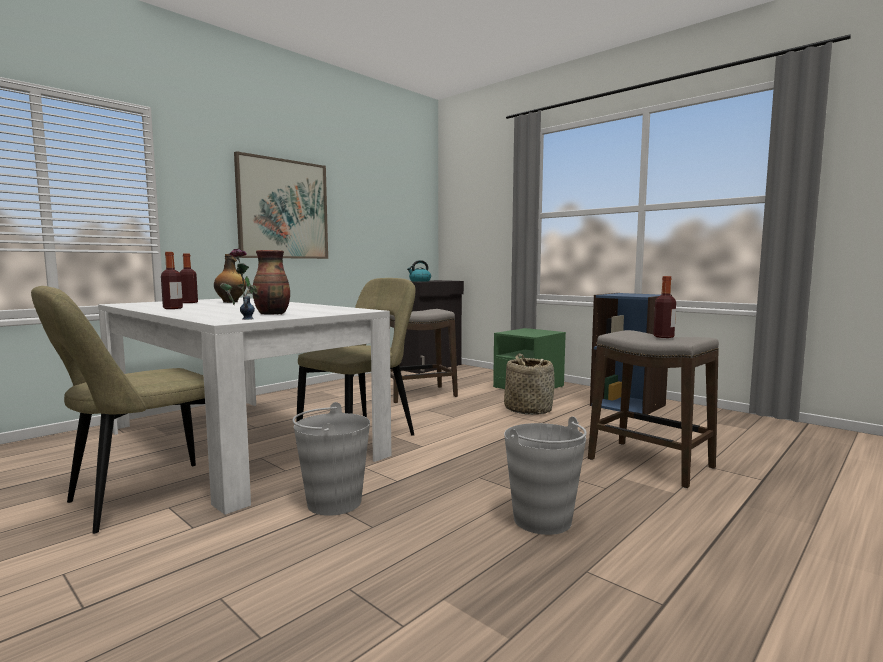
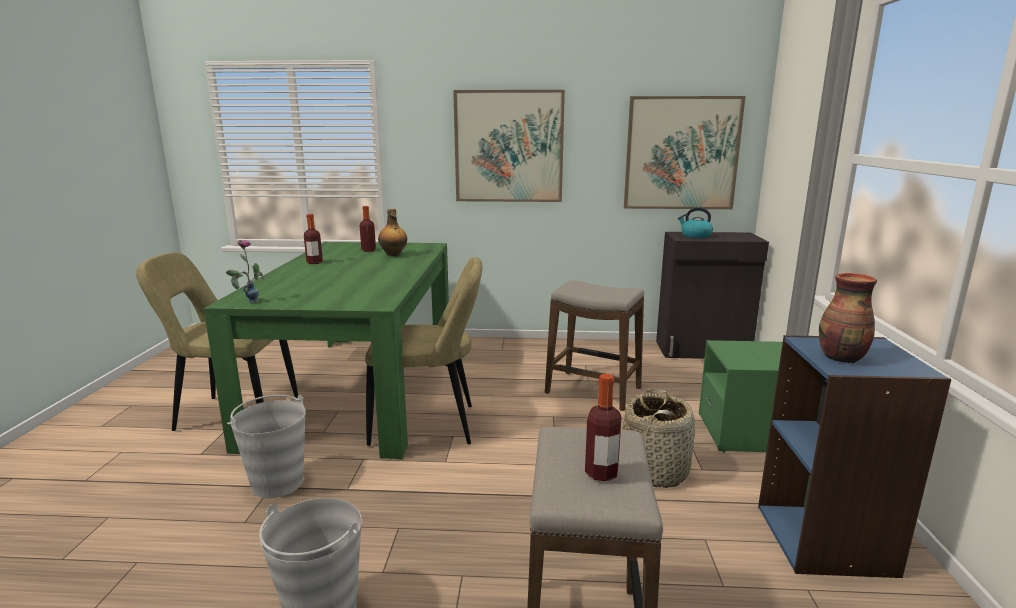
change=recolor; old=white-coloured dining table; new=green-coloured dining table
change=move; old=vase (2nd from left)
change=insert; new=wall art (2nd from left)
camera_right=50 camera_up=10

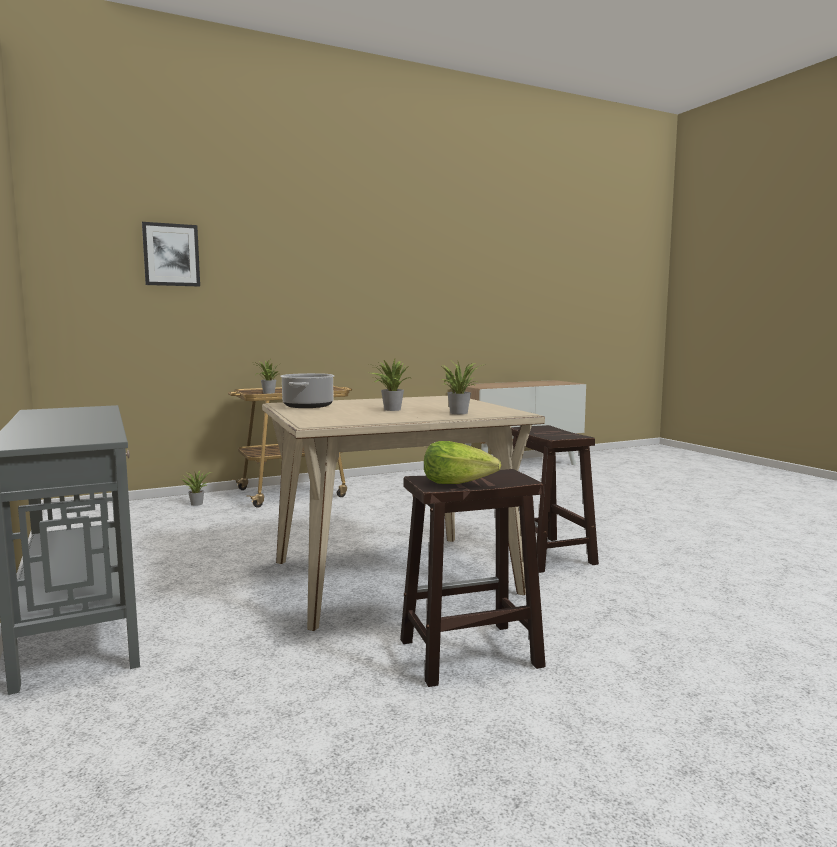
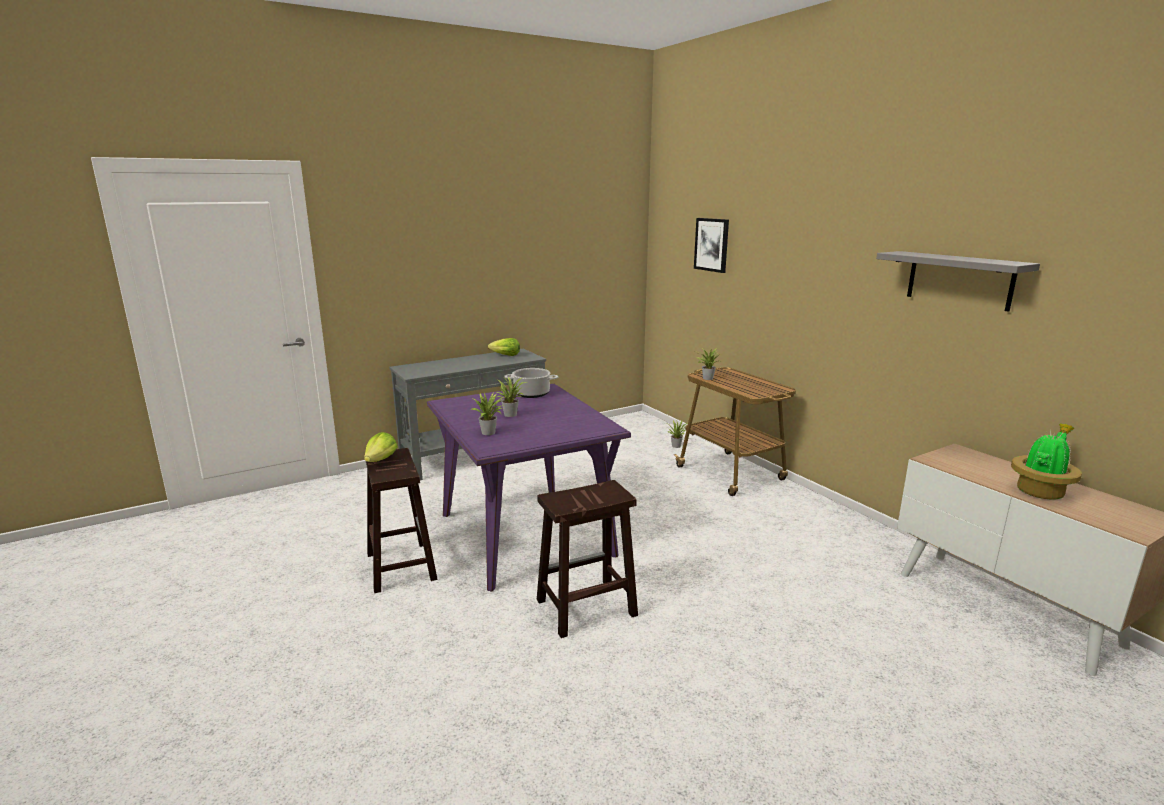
change=recolor; old=sand-coloured dining table; new=purple-coloured dining table
change=insert; new=head of lettuce (2nd from left)
change=insert; new=greyish bracket shelf
change=insert; new=plant in a pot (5th from left)
camera_right=85 camera_up=10

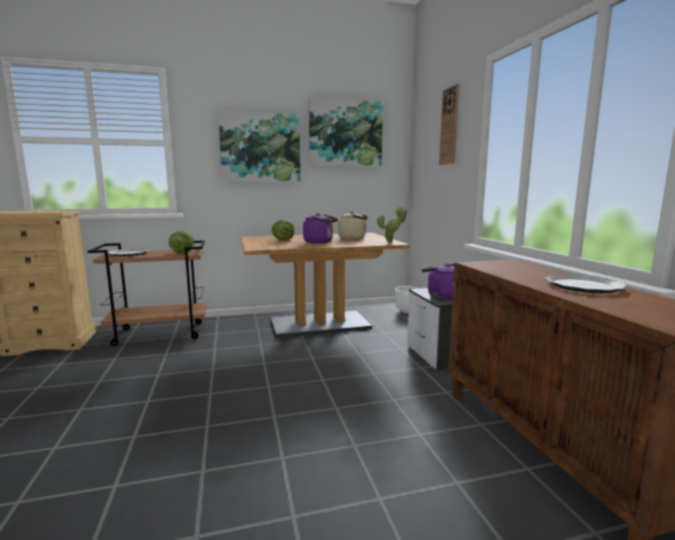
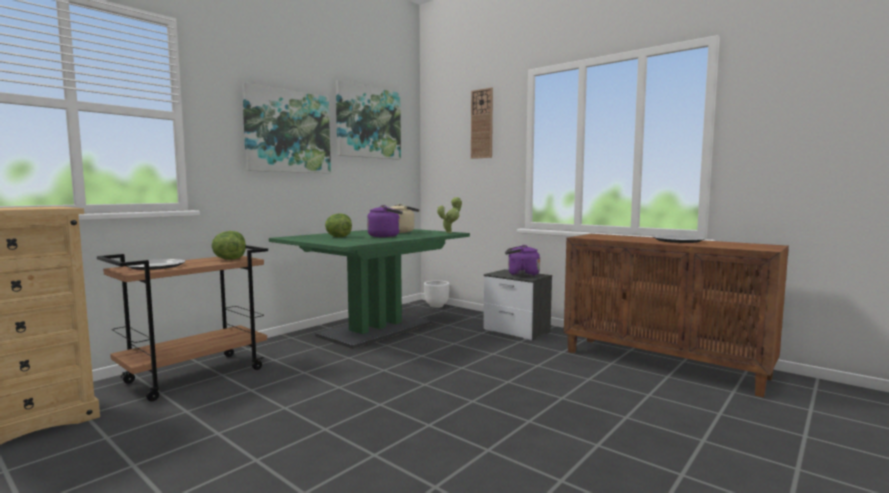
change=recolor; old=brown-coloured dining table; new=green-coloured dining table
camera_right=-35 camera_up=-5

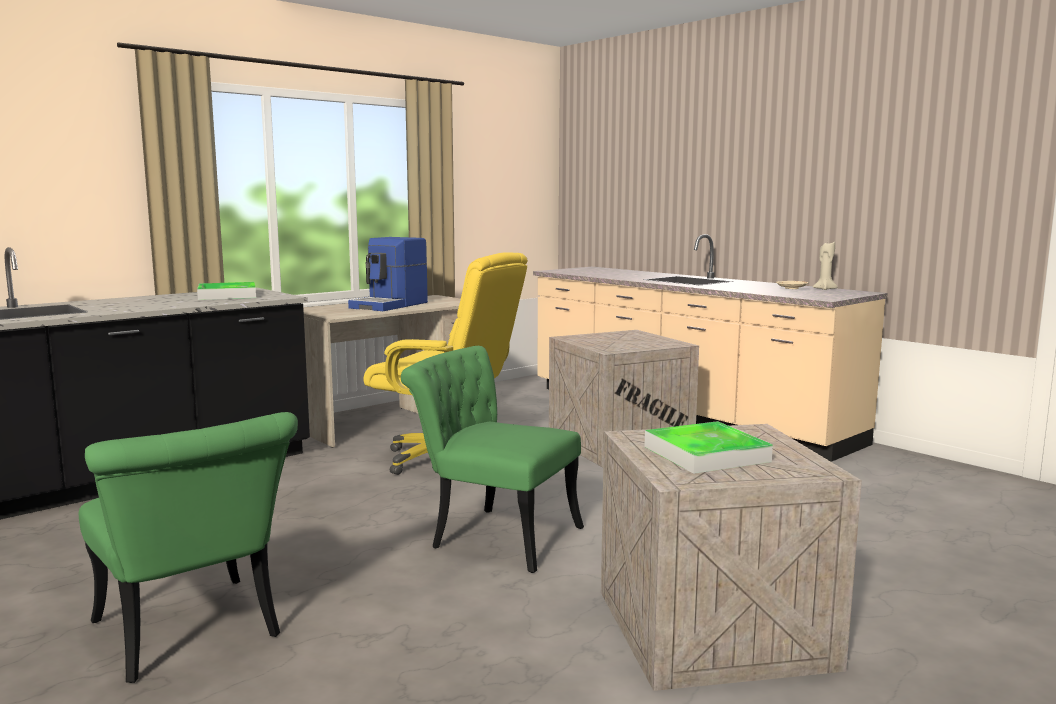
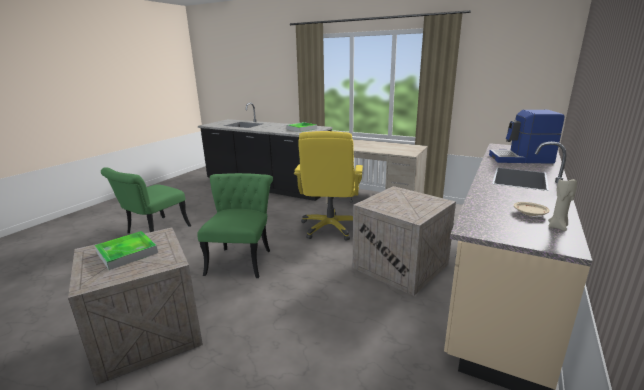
change=move; old=coffee maker
camera_right=70 camera_up=10

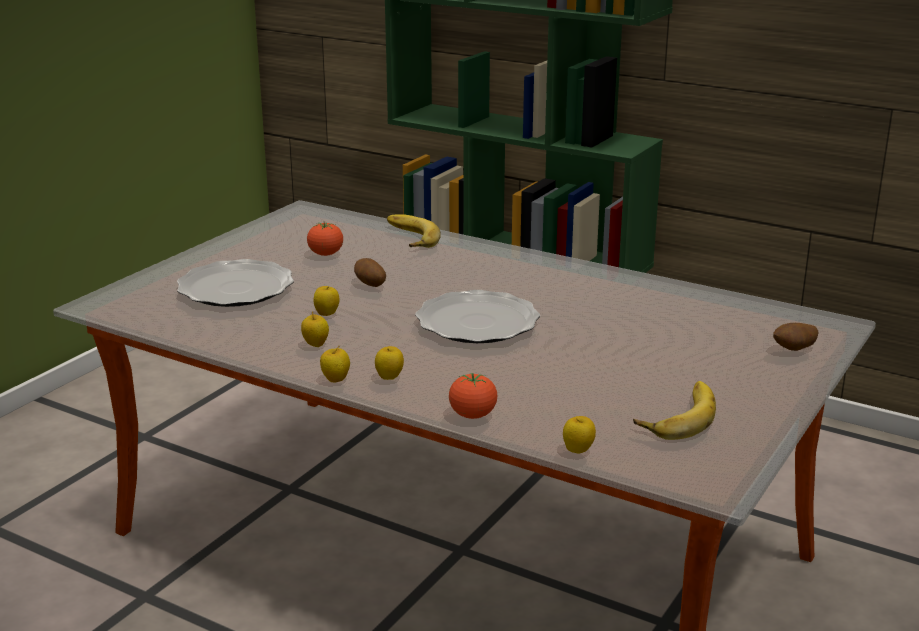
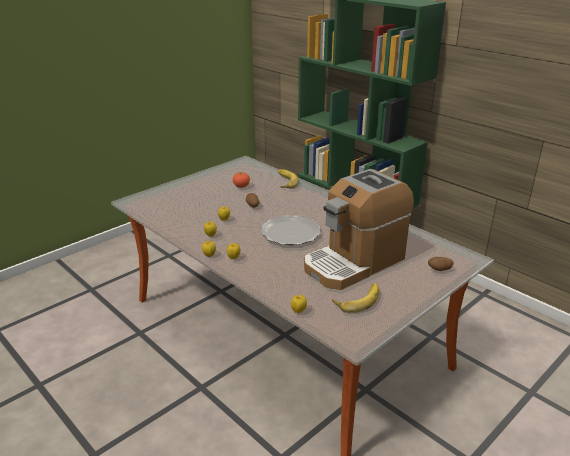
change=delete; old=plate (1st from left)
change=delete; old=whole tomato (2nd from left)
change=insert; new=coffee maker
camera_right=15 camera_up=5

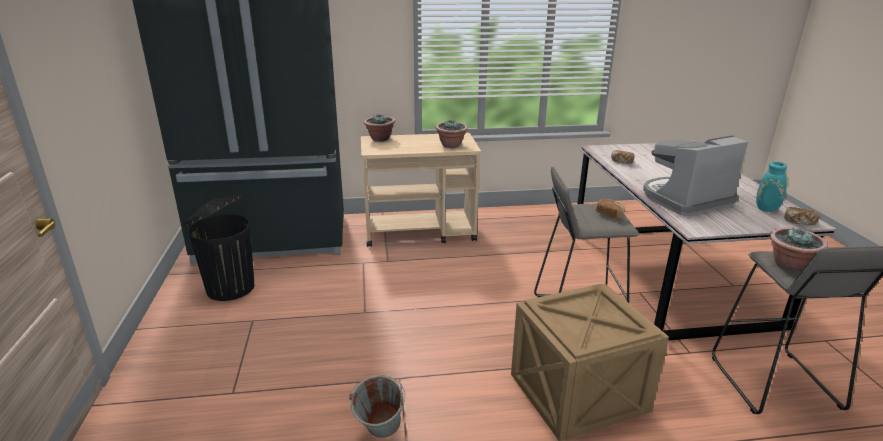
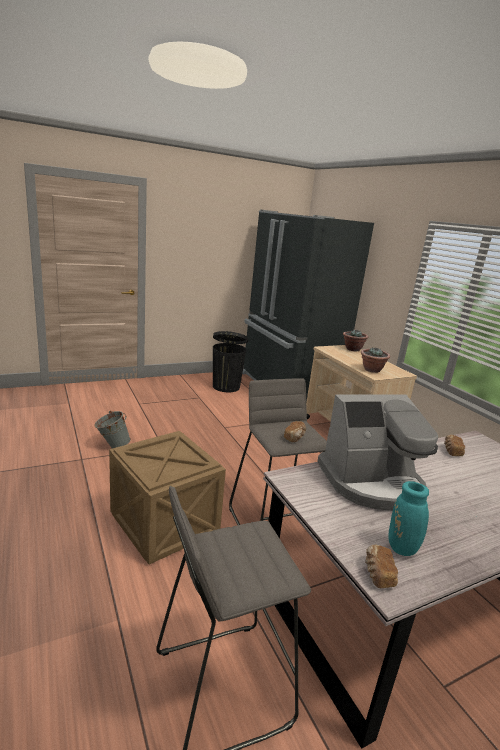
change=rotate; old=coffee maker; degrees=120
change=delete; old=plant in a pot (3rd from left)
camera_right=70 camera_up=-5

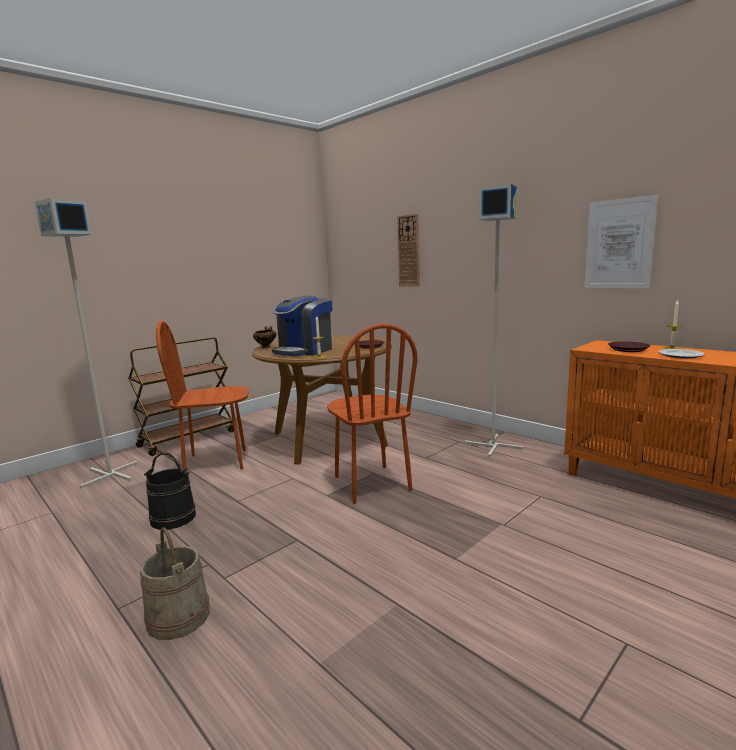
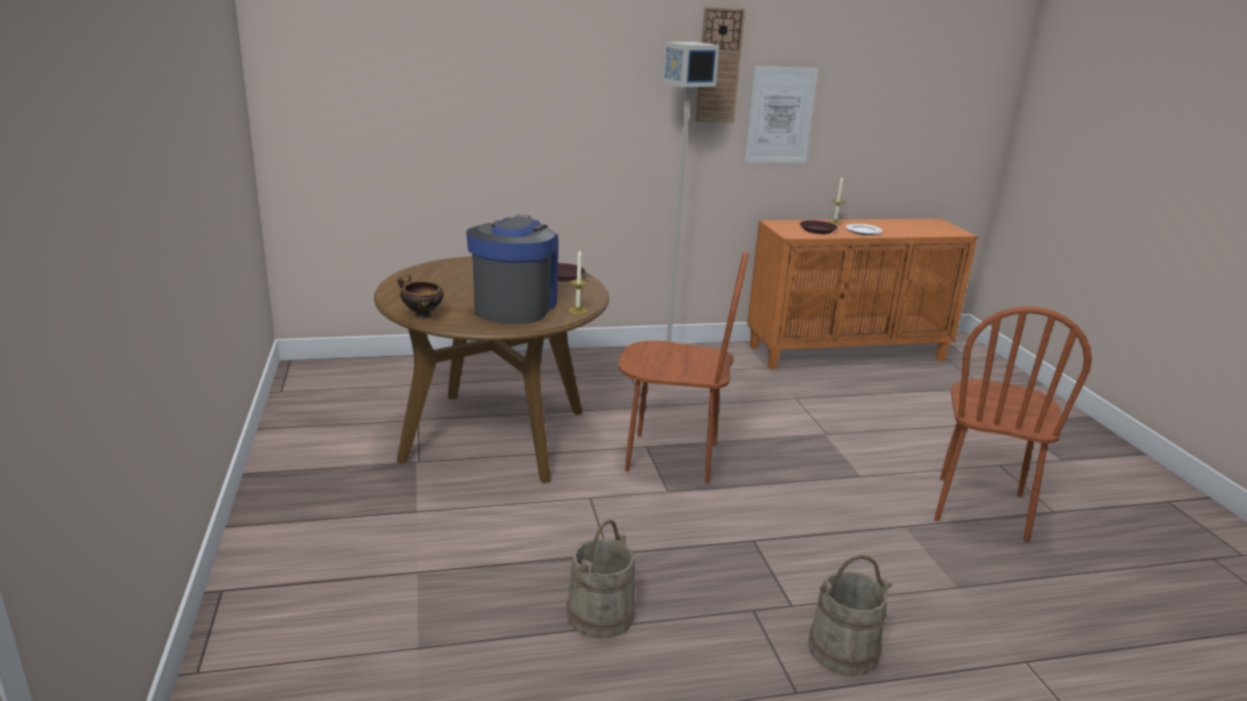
change=delete; old=greyish floor lamp (1st from left)
change=delete; old=brown-coloured trolley
change=recolor; old=black bucket; new=sand-coloured bucket (1st from left)
change=move; old=brown-coloured upright chair (1st from left in the first image); new=brown-coloured upright chair (2nd from left)
change=rotate; old=coffee maker; degrees=-150
change=move; old=clock on the wall
camera_right=-60 camera_up=10

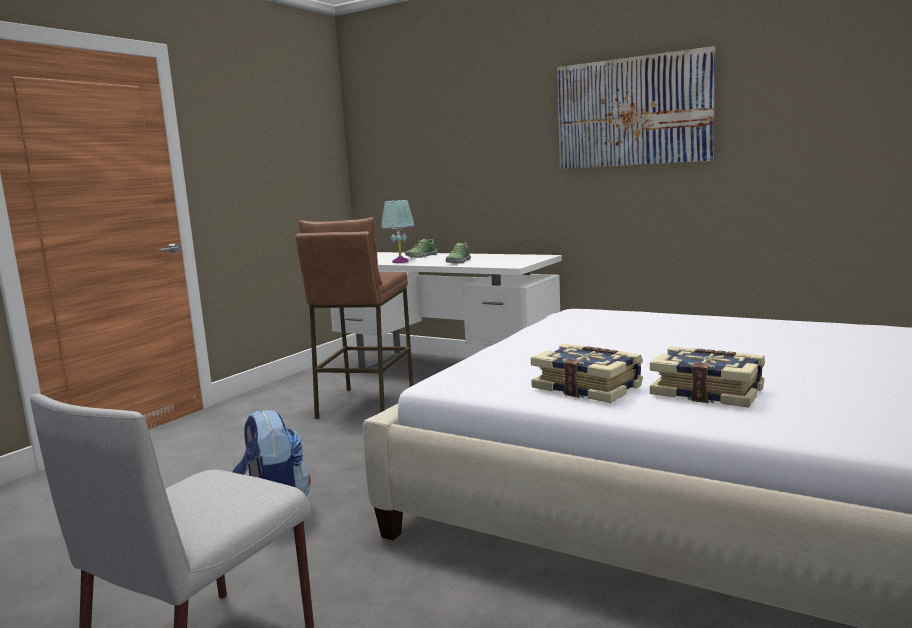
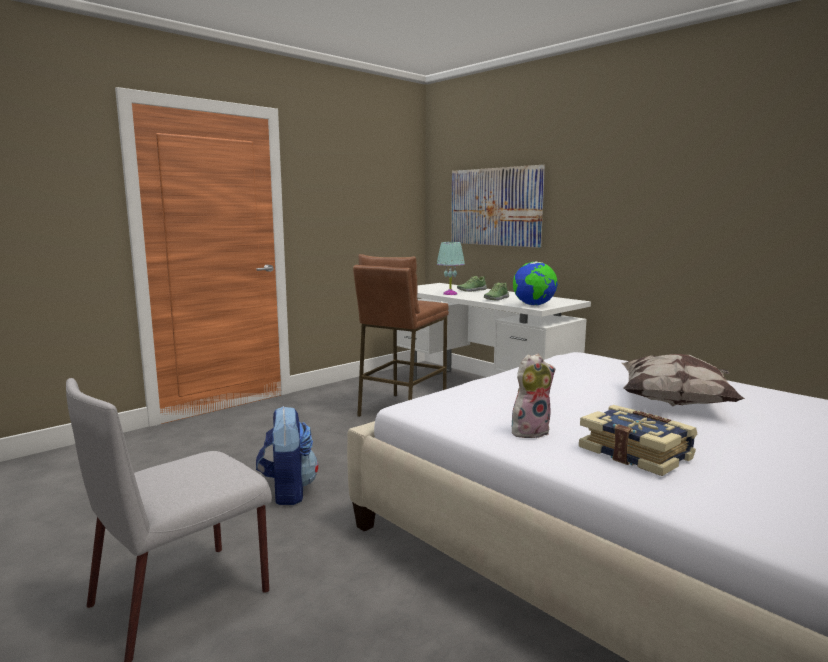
change=replace; old=book (1st from left); new=soft toy
change=move; old=wall art
change=insert; new=desk globe
change=insert; new=cushion
camera_right=15 camera_up=0

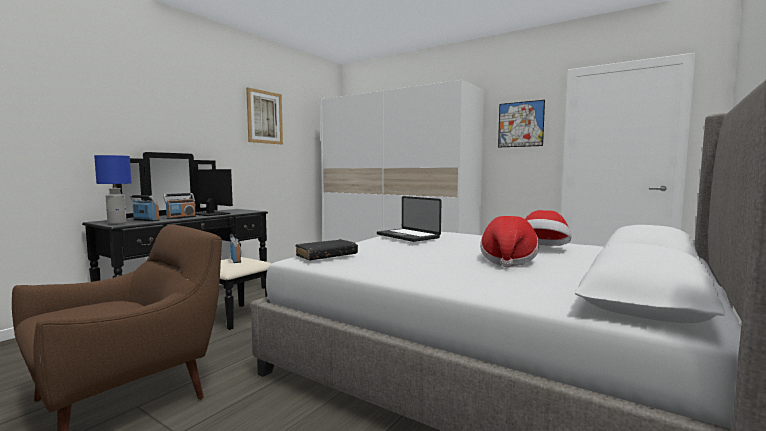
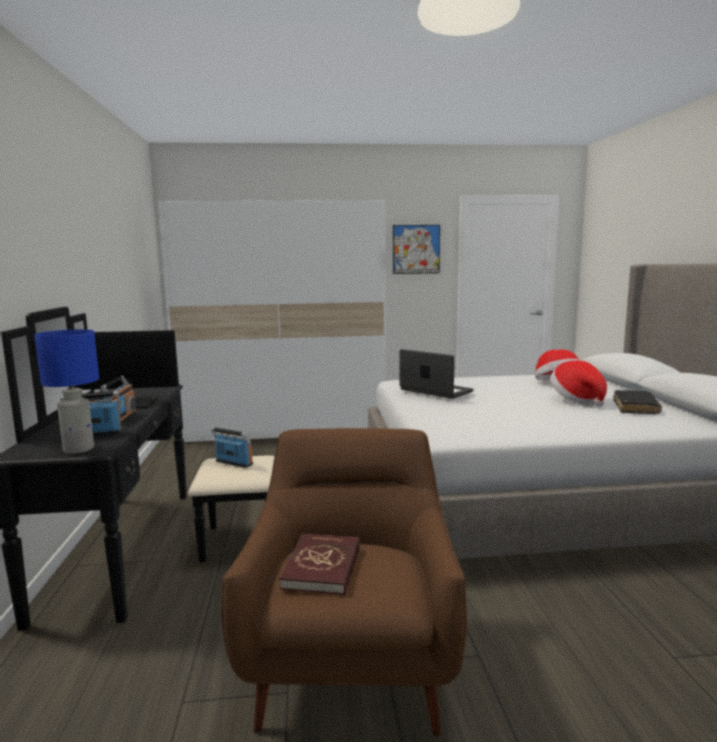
change=delete; old=wall art (1st from left)
change=move; old=black book
change=rotate; old=portable computer; degrees=-150
change=insert; new=red-coloured book
camera_right=-40 camera_up=5

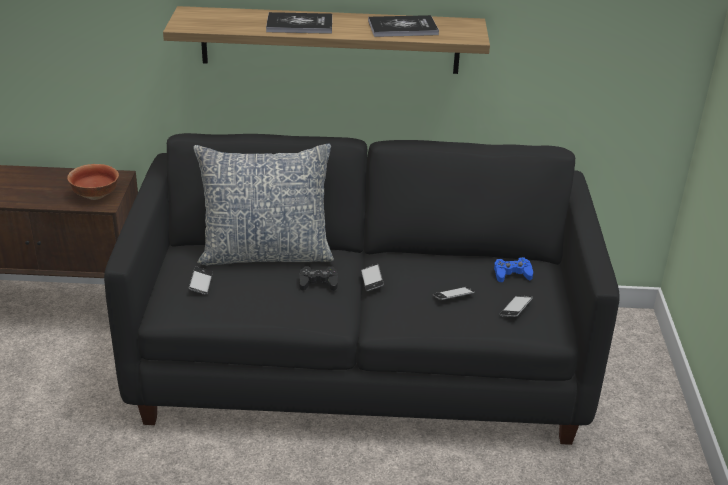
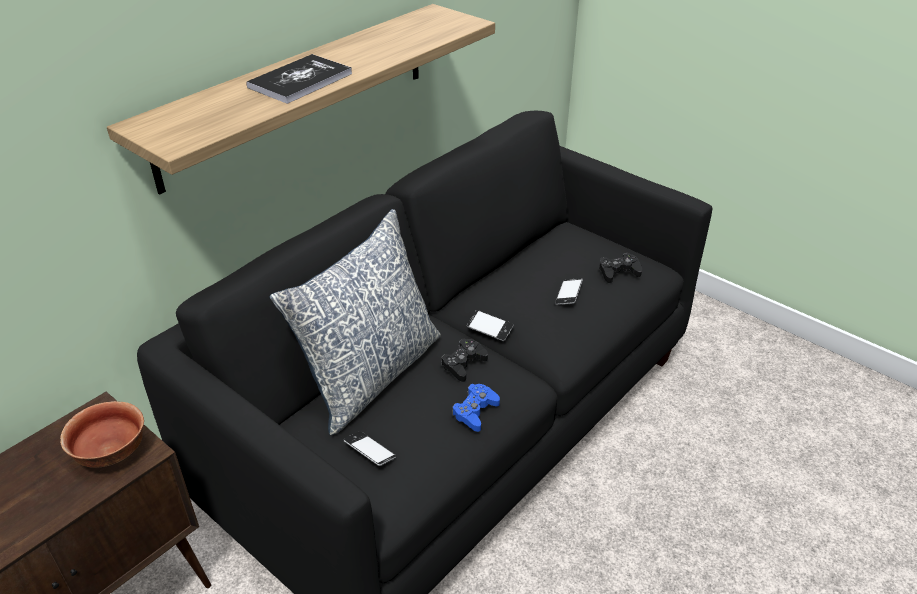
change=delete; old=book (2nd from left)
change=move; old=bluish gamepad
change=replace; old=phone (4th from left); new=black gamepad (2nd from left)
camera_right=-50 camera_up=5

